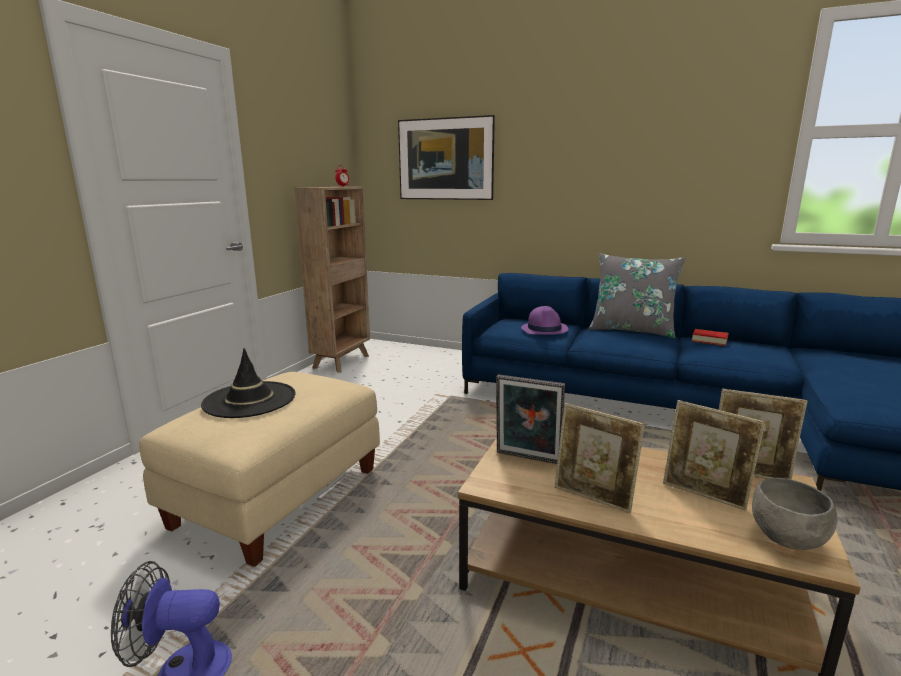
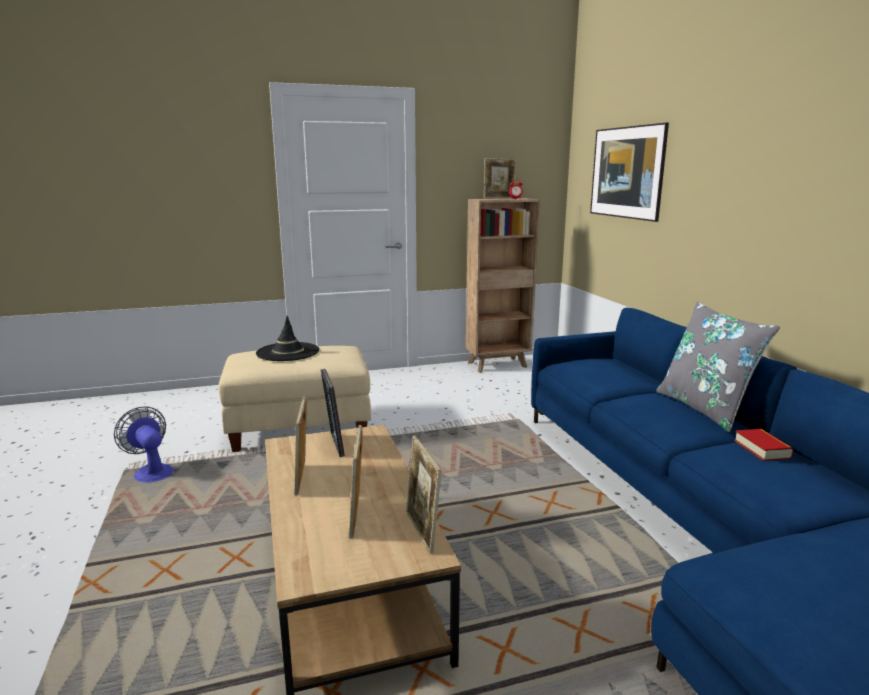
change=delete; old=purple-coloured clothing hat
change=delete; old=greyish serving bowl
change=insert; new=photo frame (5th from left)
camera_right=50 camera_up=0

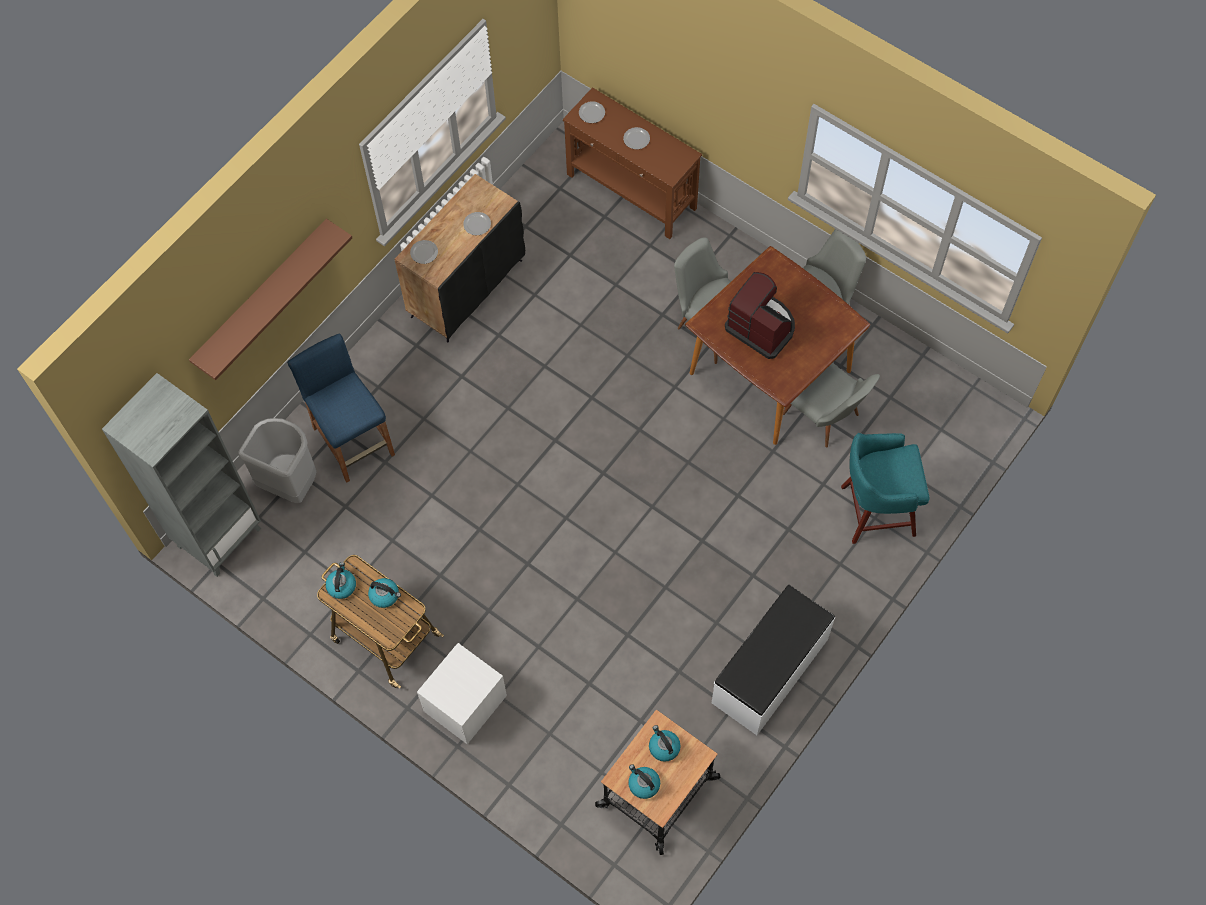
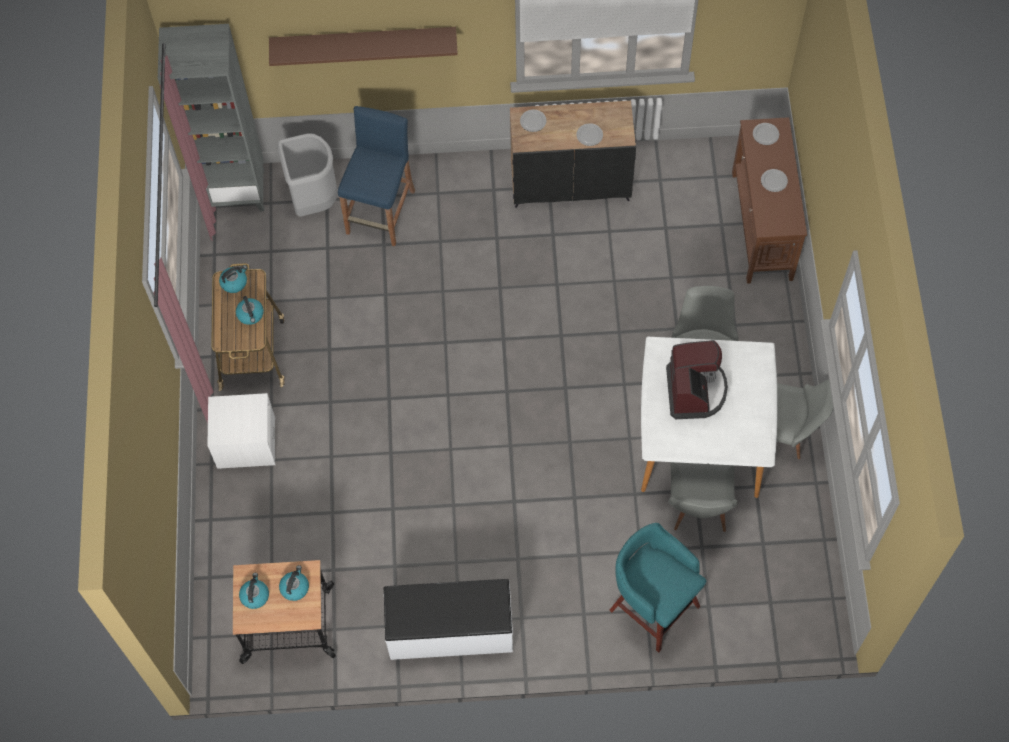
change=recolor; old=brown-coloured dining table; new=white-coloured dining table
camera_right=50 camera_up=0

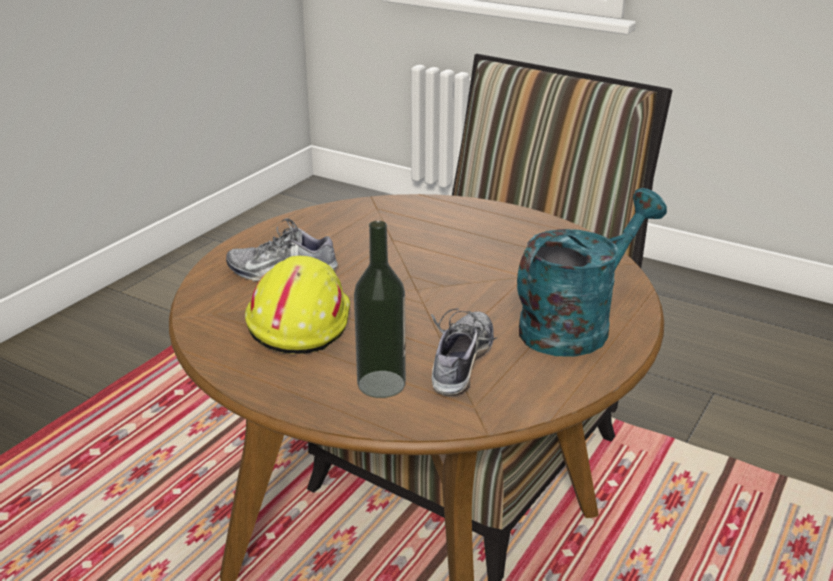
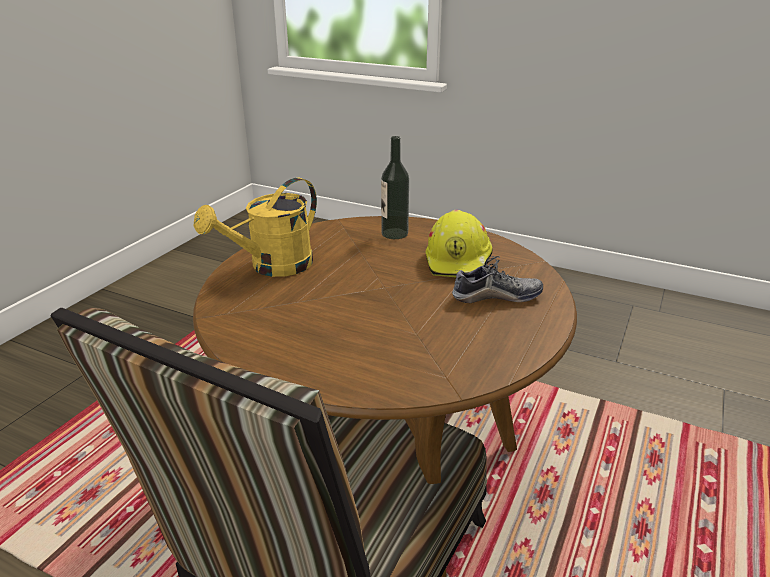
change=delete; old=low shoe (2nd from left)
change=recolor; old=blue-green watering can; new=yellow watering can
camera_right=175 camera_up=0

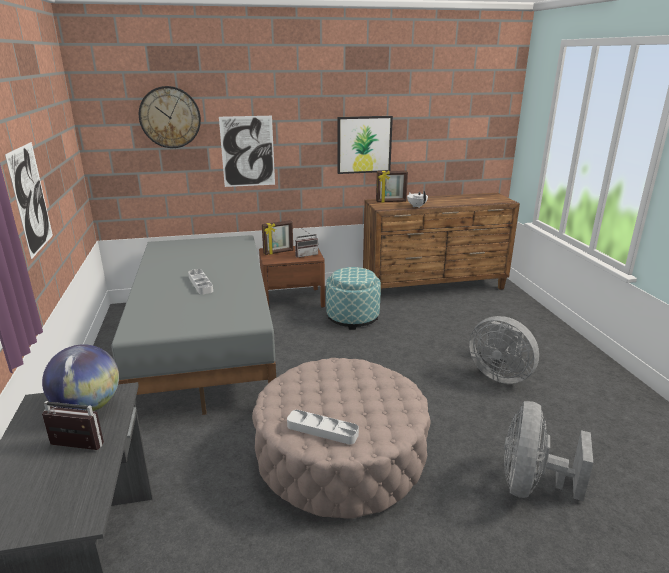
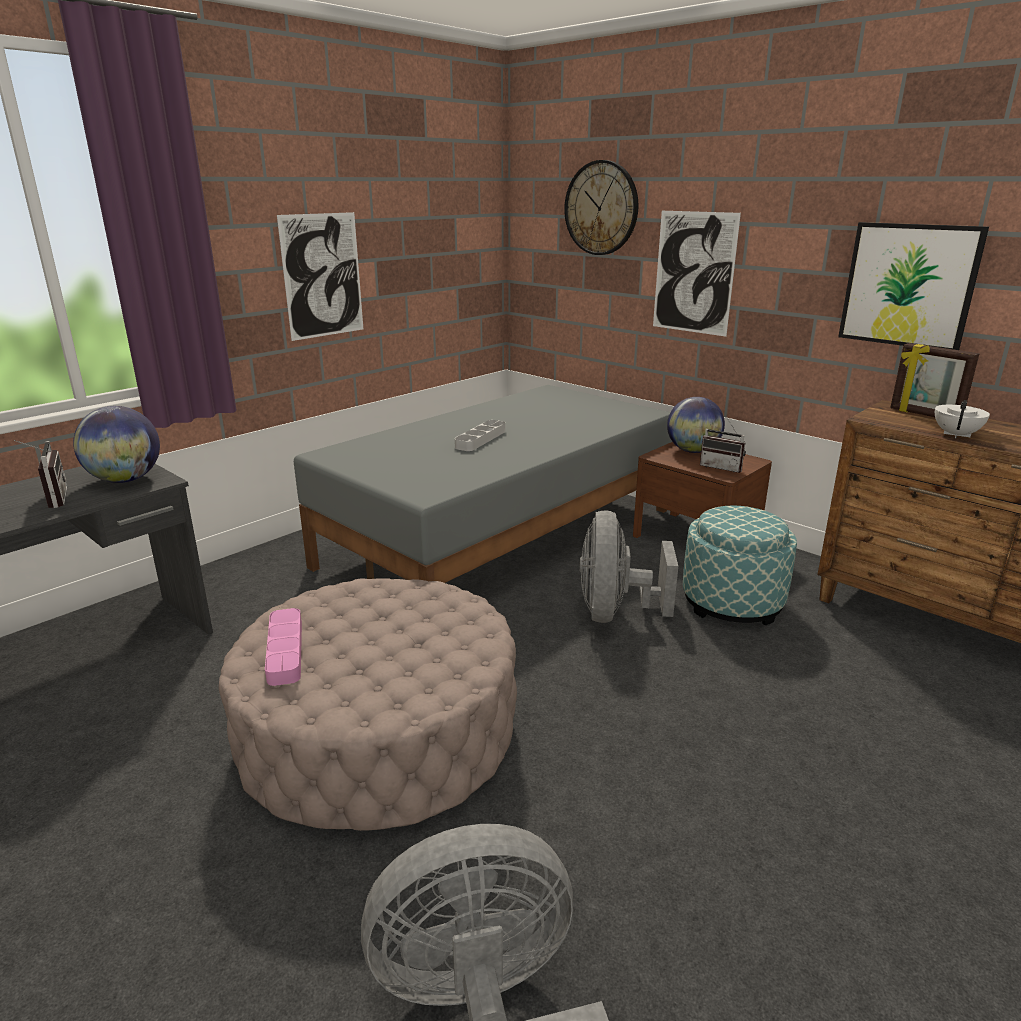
change=replace; old=photo frame (1st from left); new=desk globe (2nd from left)
change=recolor; old=greyish carrying tray (2nd from left); new=pink-coloured carrying tray
change=move; old=greyish fan (1st from left in the first image); new=greyish fan (2nd from left)
camera_right=55 camera_up=0

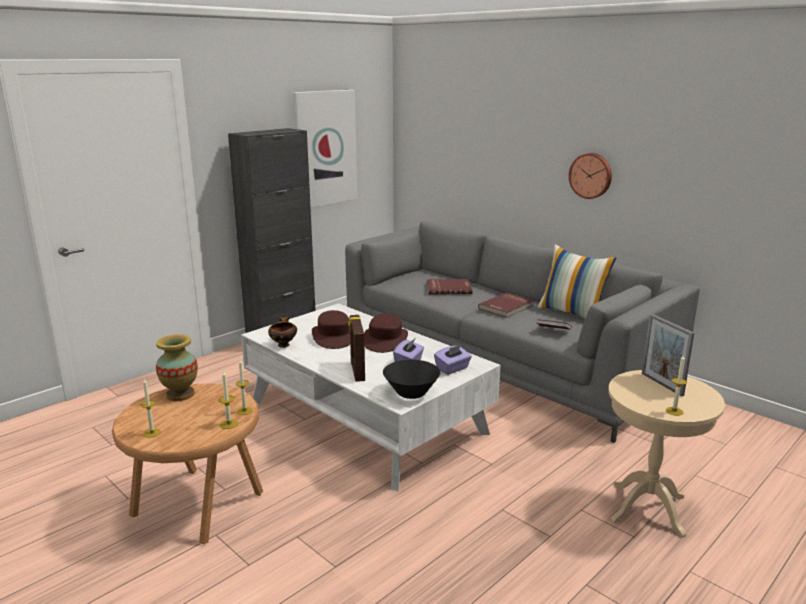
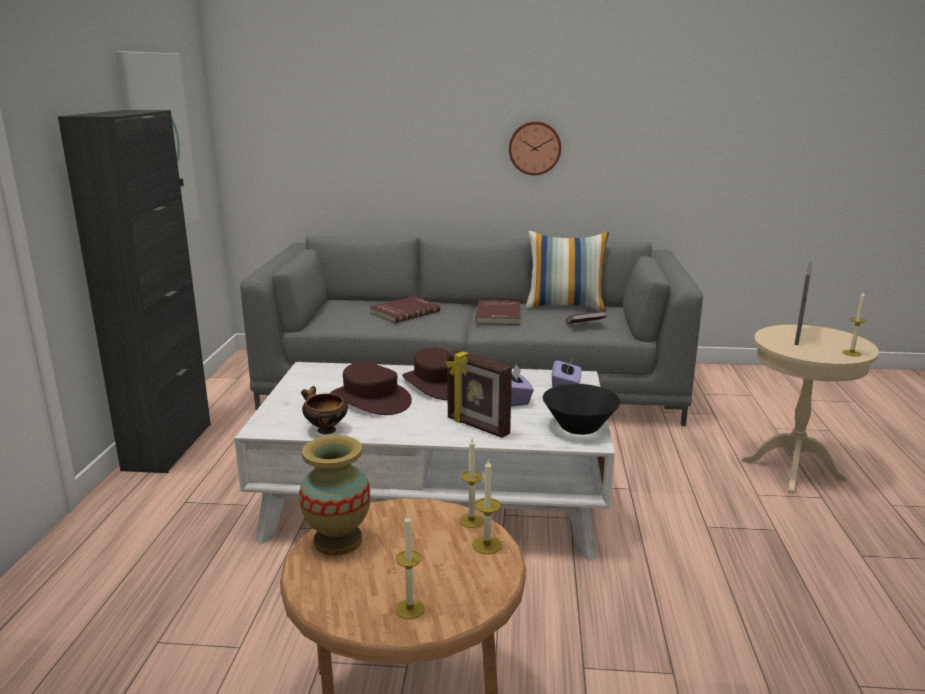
change=rotate; old=photo frame (2nd from left); degrees=90
camera_right=-40 camera_up=0

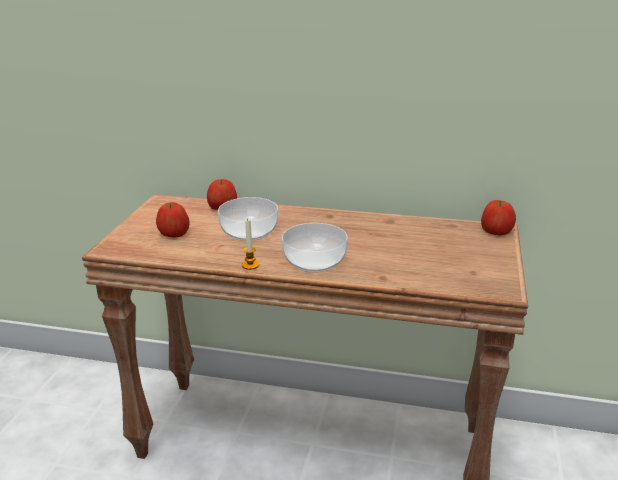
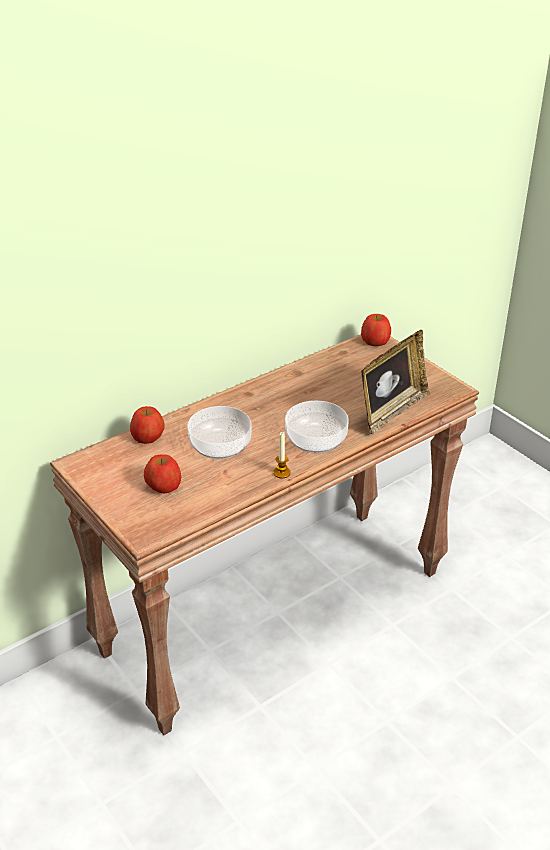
change=insert; new=photo frame
camera_right=-50 camera_up=10

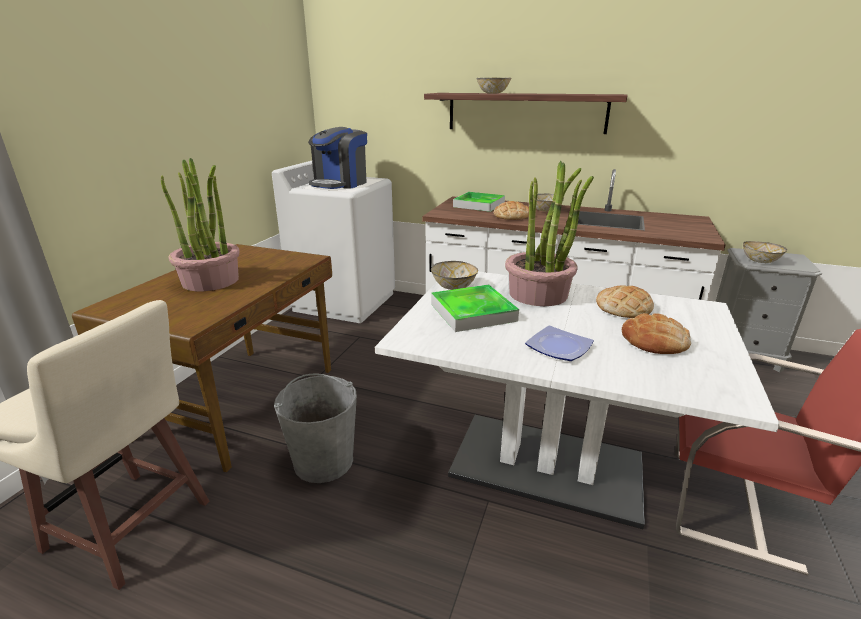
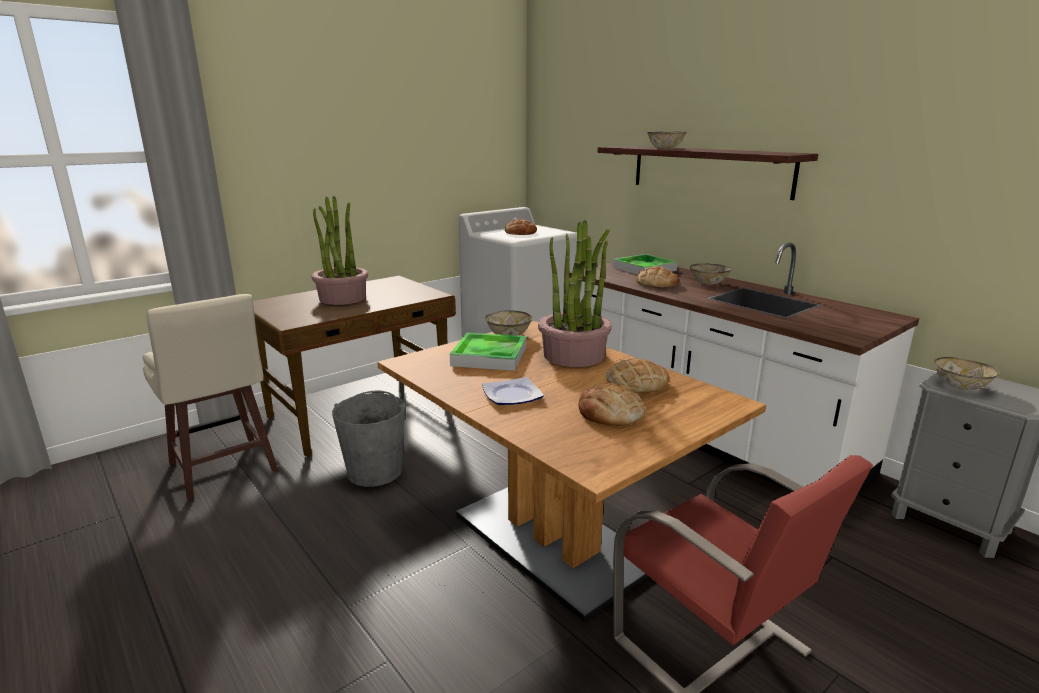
change=replace; old=coffee maker; new=baked bread (1st from left)
change=recolor; old=white-coloured dining table; new=brown-coloured dining table
camera_right=30 camera_up=-5

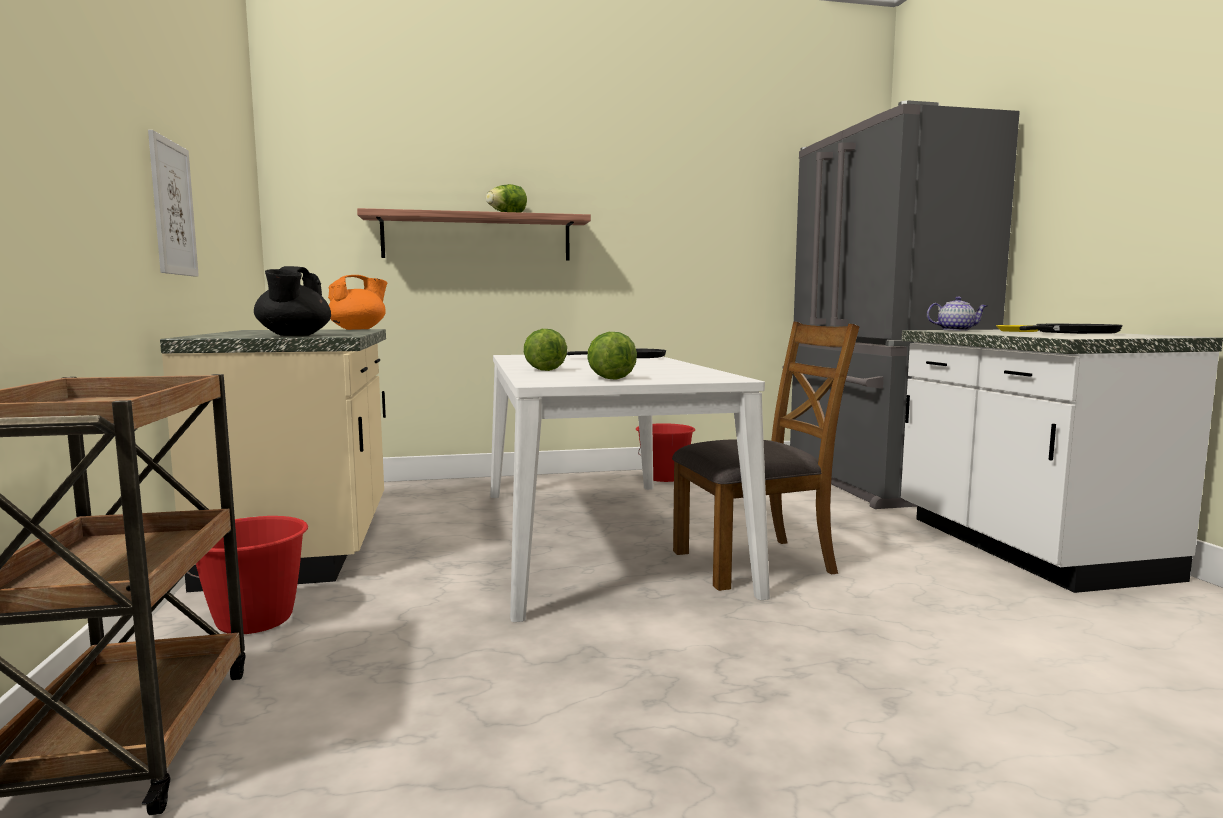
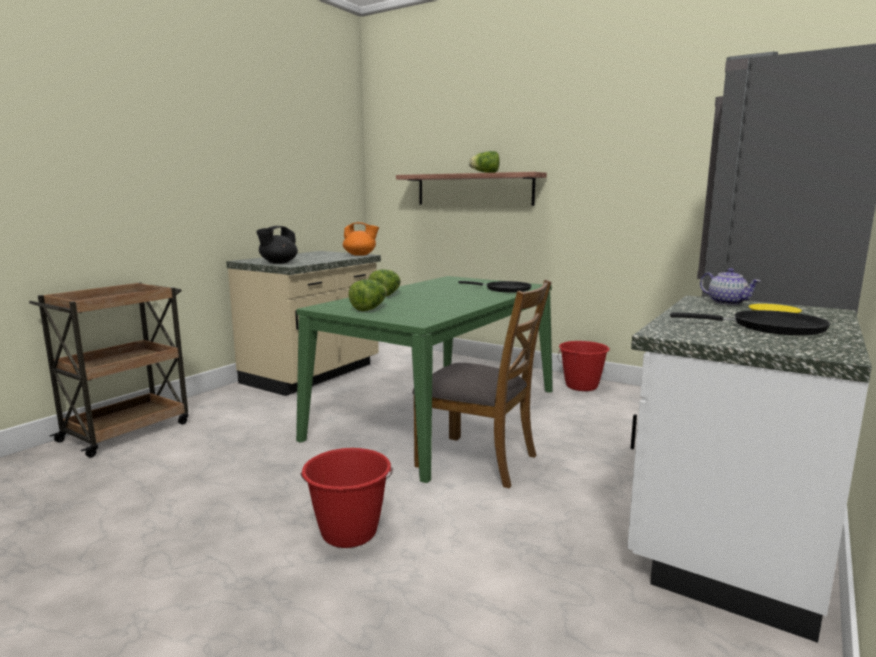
change=delete; old=wall art
change=move; old=red-coloured bucket (1st from left)
change=recolor; old=white-coloured dining table; new=green-coloured dining table
camera_right=45 camera_up=5

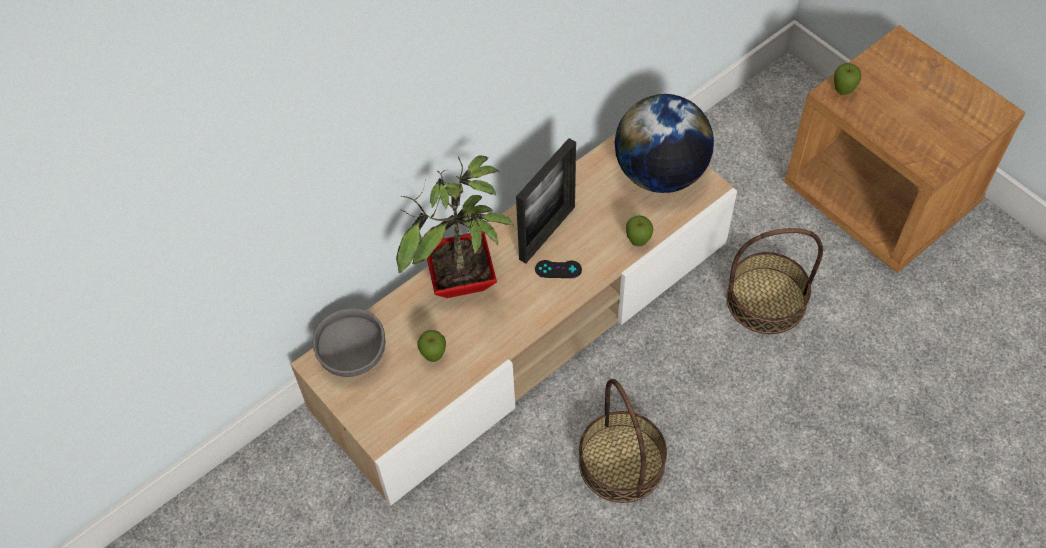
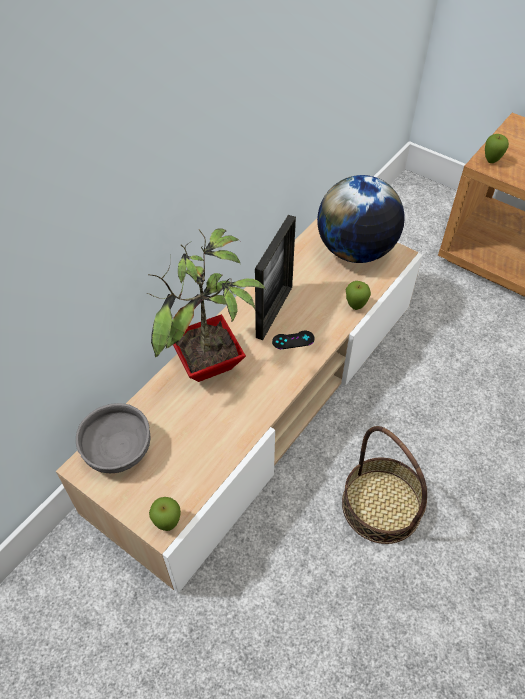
change=move; old=apple (1st from left)
change=delete; old=basket (2nd from left)
camera_right=-15 camera_up=-5

